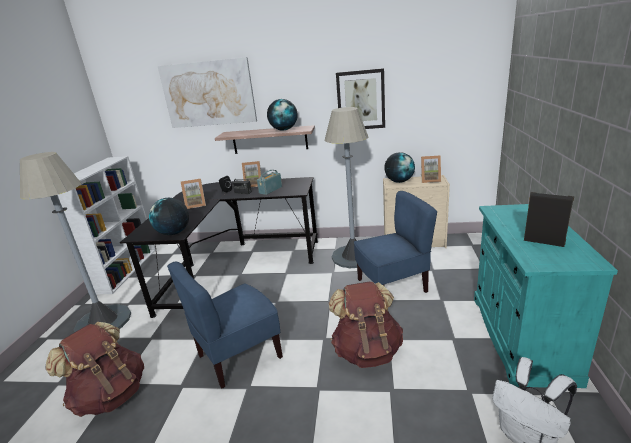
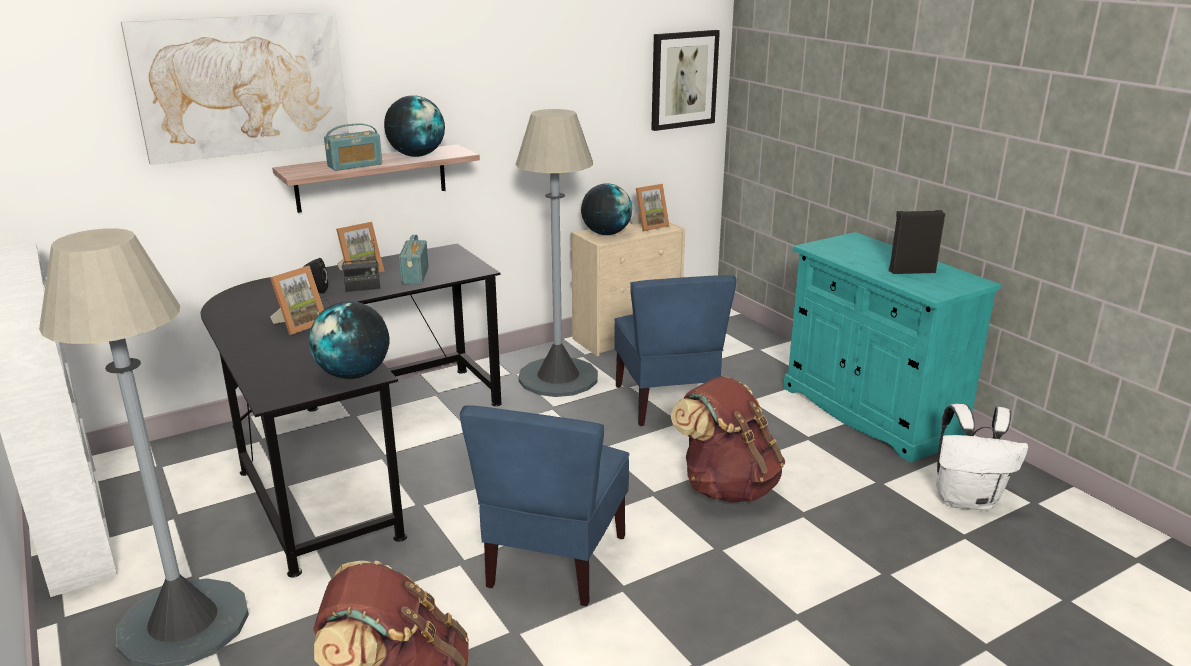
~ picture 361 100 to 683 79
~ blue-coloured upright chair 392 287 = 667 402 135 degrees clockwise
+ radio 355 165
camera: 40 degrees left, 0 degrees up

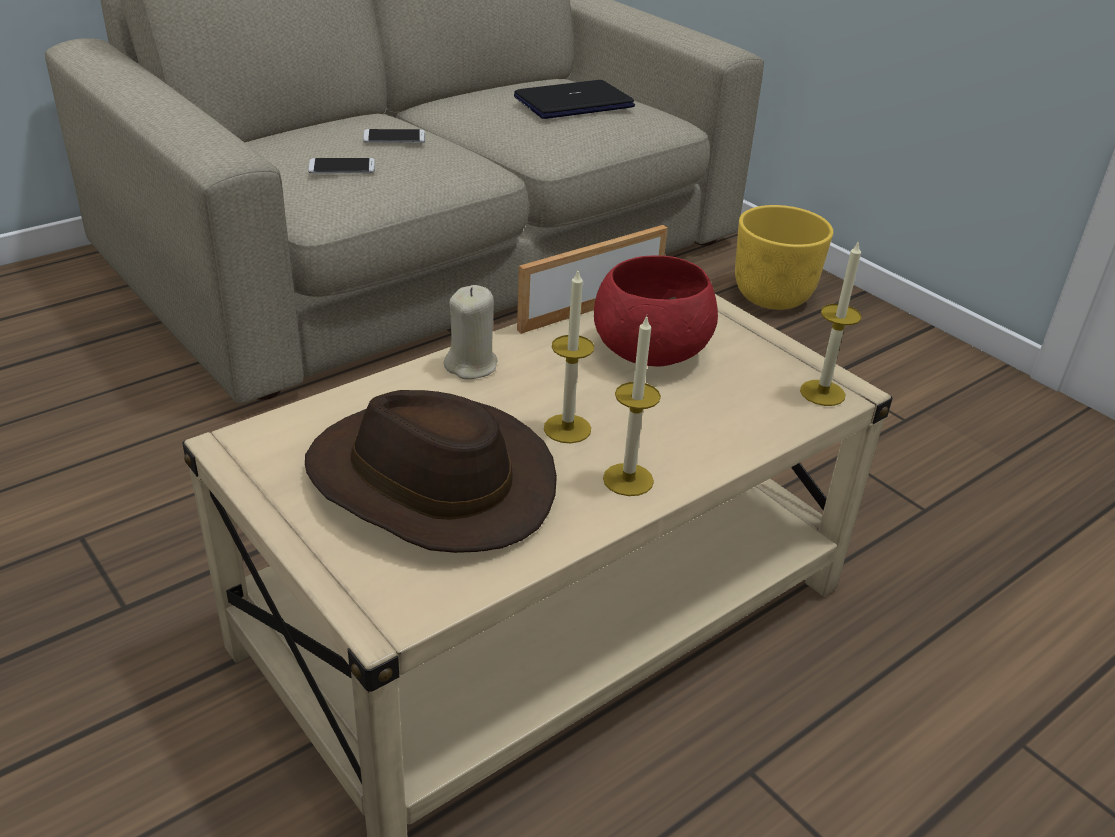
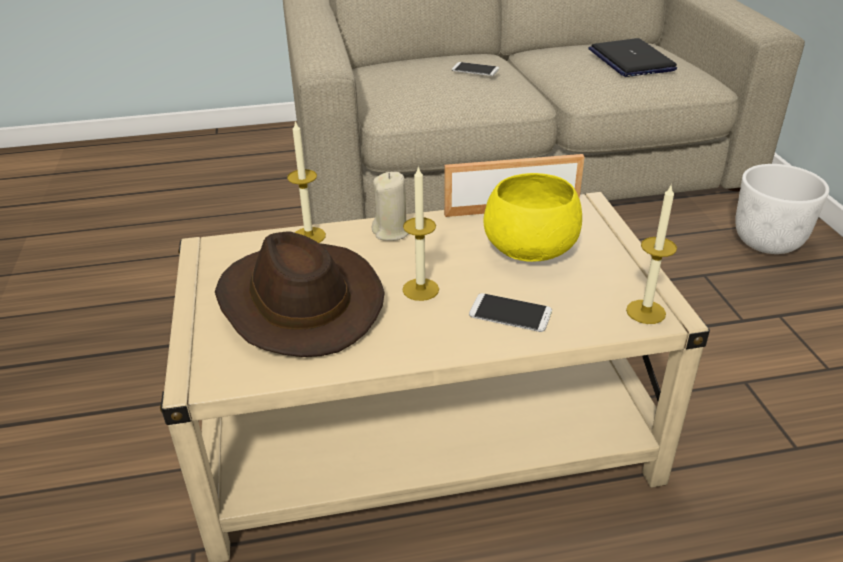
~ telephone 342 167 to 510 313
~ notebook computer 573 102 = 630 60 105 degrees counterclockwise
~ red-coloured bowl 649 351 to yellow bowl 529 249
~ wax candle 628 479 to 309 236
~ yellow flower pot 773 297 to white flower pot 768 242
camera: 30 degrees right, 0 degrees up

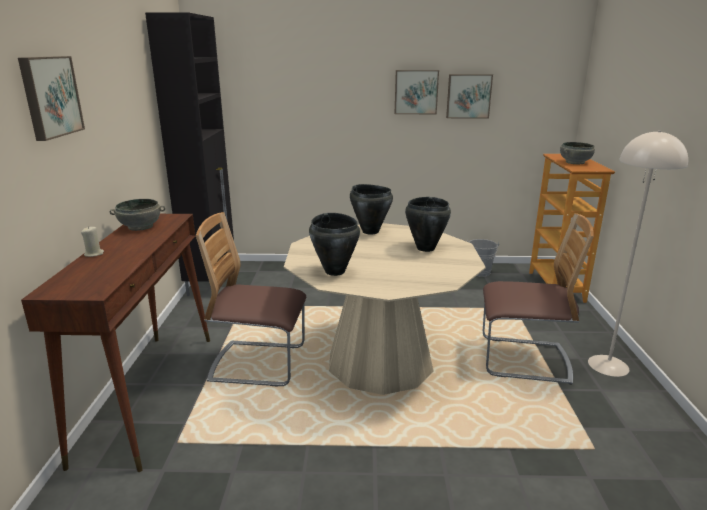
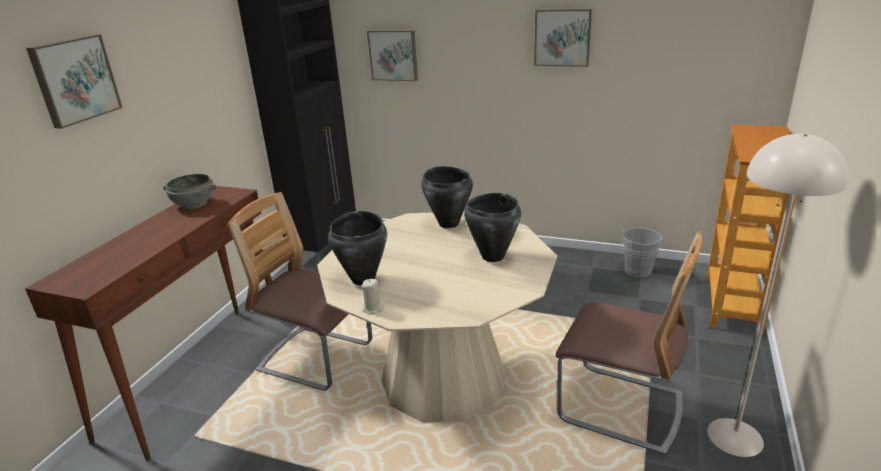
~ beige-coloured wax candle 94 254 to 373 308
~ picture 468 96 to 393 55
- grey bowl 574 162
camera: 20 degrees right, 5 degrees up

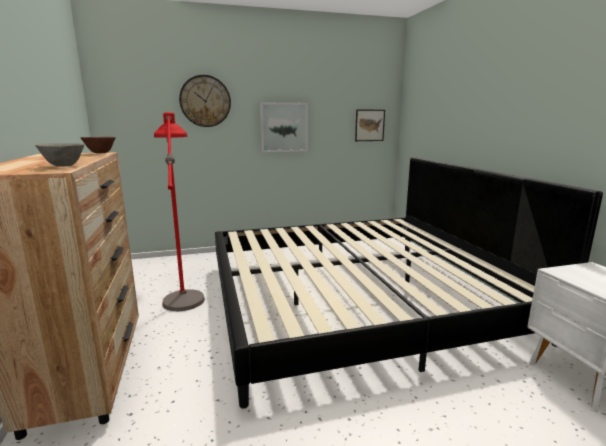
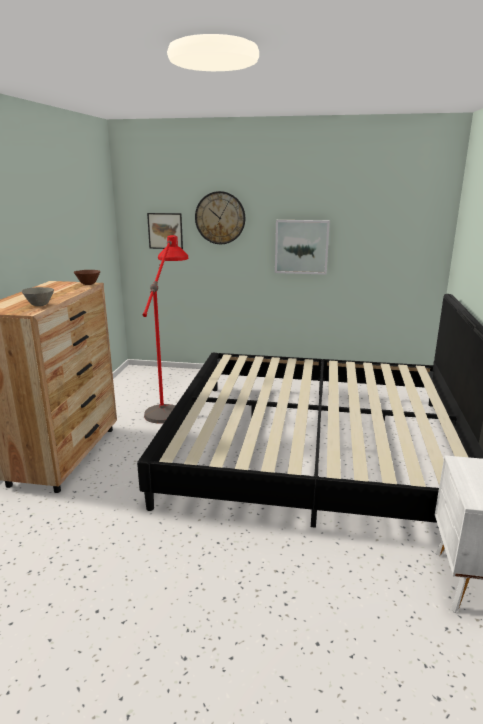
~ picture 369 125 to 165 231
camera: 25 degrees right, 5 degrees up

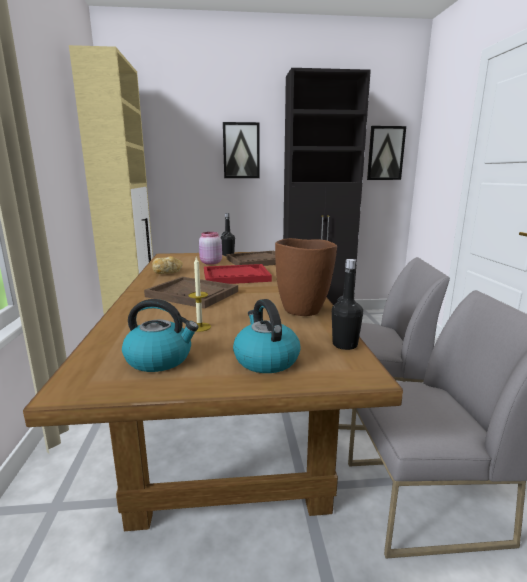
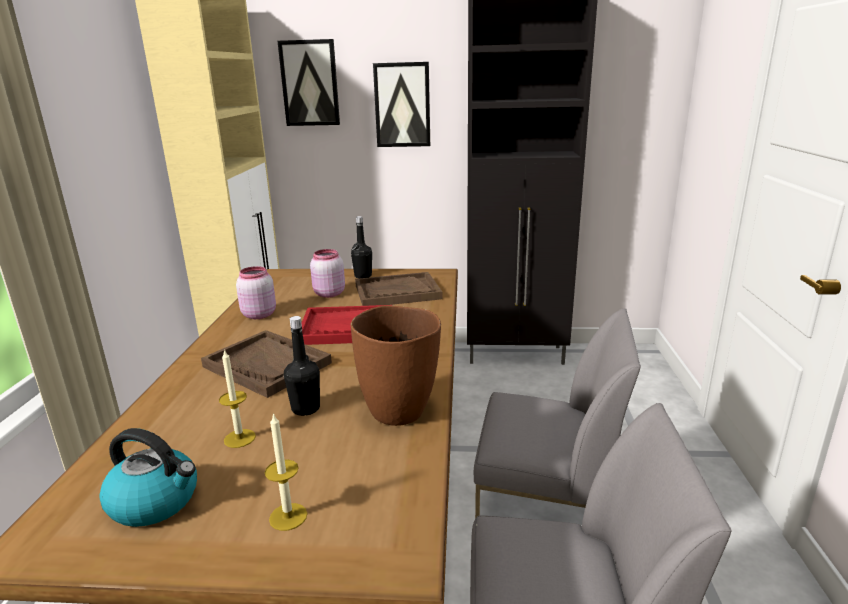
~ baked bread 167 273 to pink-coloured jar 258 314
~ water kettle 265 360 to wax candle 288 516
~ black-coloured beverage bottle 345 345 to 306 408
~ picture 385 153 to 310 83
camera: 10 degrees right, 5 degrees up

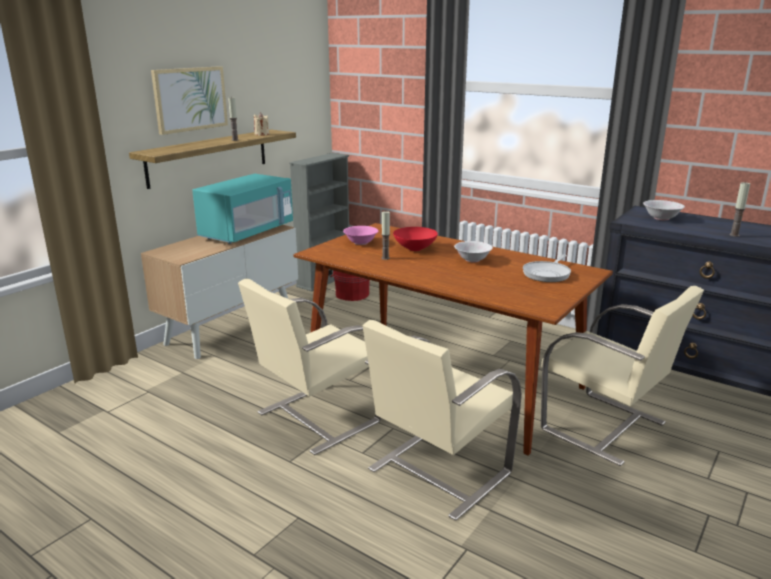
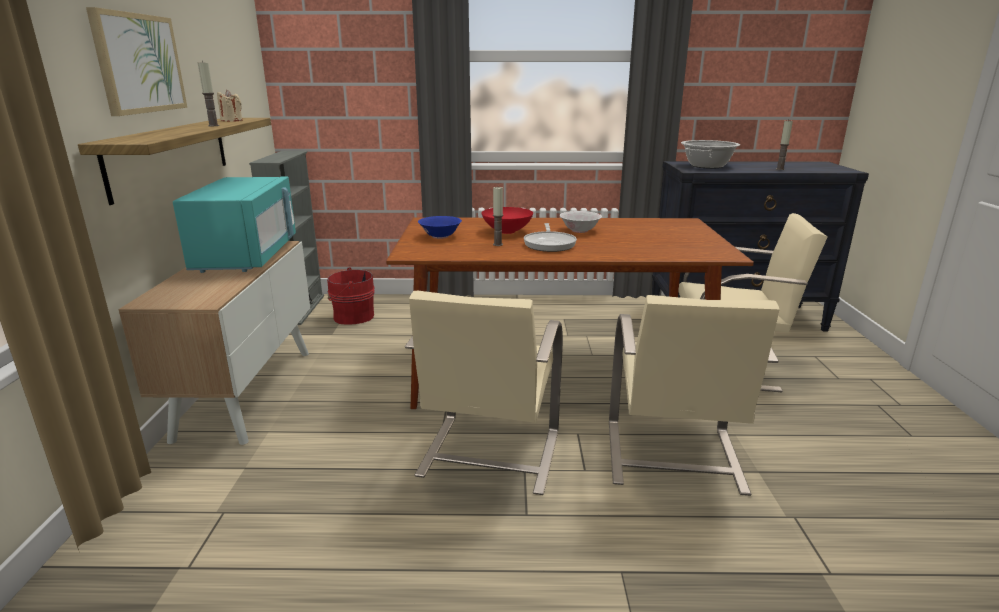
~ pink-coloured bowl 361 243 to blue-coloured bowl 440 236
~ pan 547 274 to 549 244
~ white bowl 661 218 to saucepot 707 166
camera: 35 degrees left, 0 degrees up

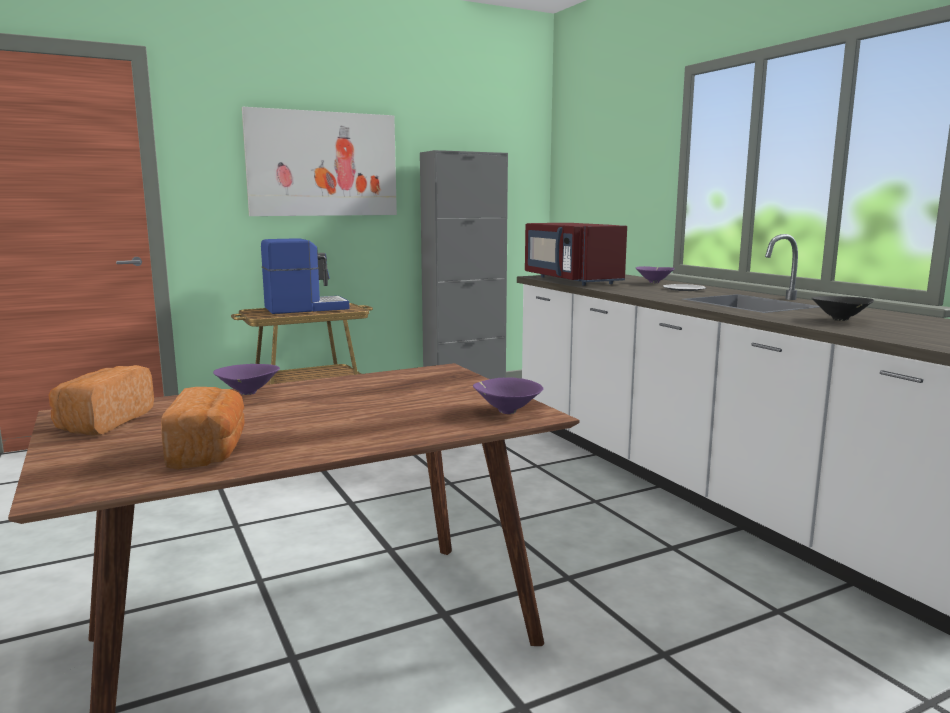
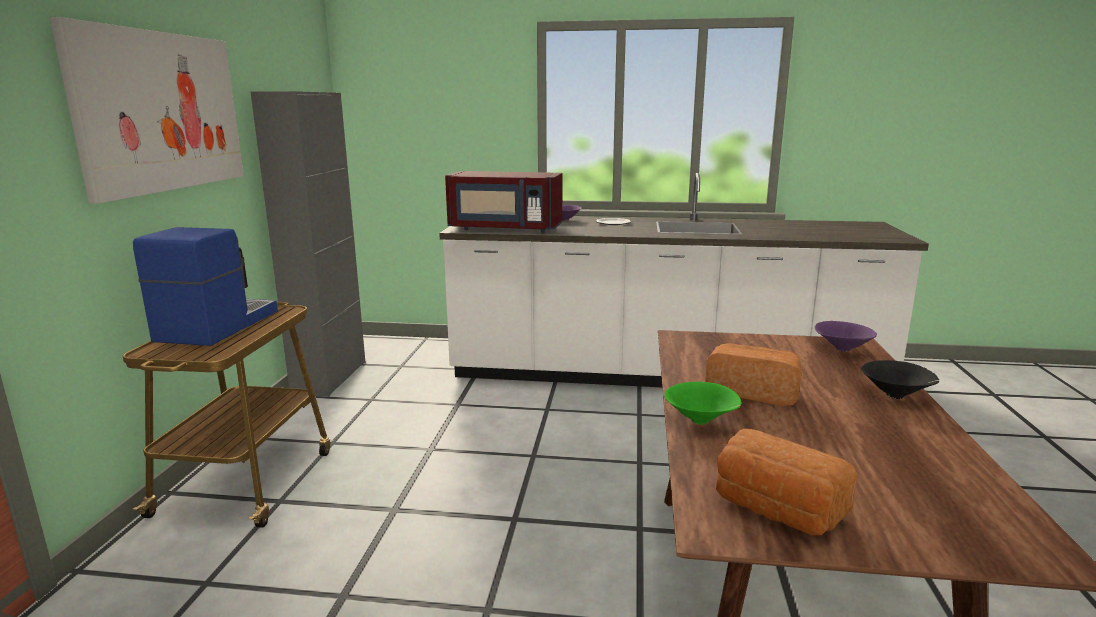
~ baked bread 210 451 to 752 392
~ purple-coloured bowl 247 394 to green bowl 701 421
~ black-coloured bowl 840 320 to 896 396
camera: 55 degrees left, 5 degrees up

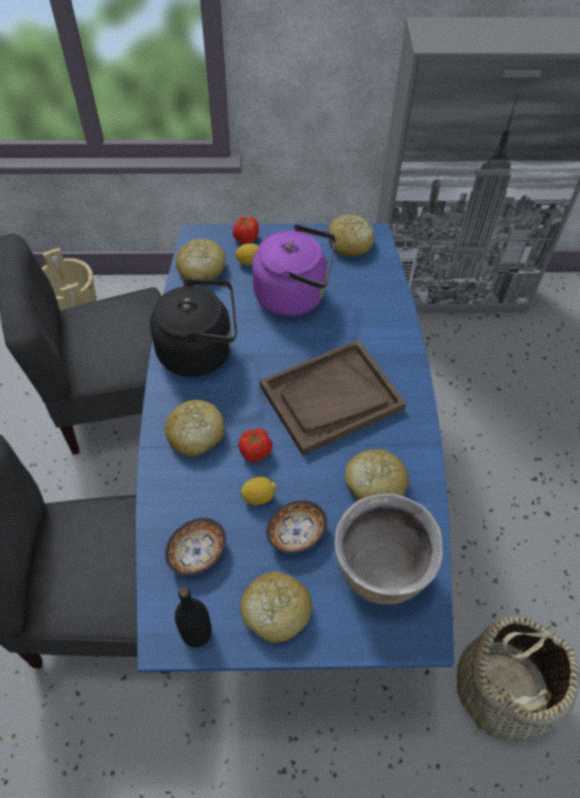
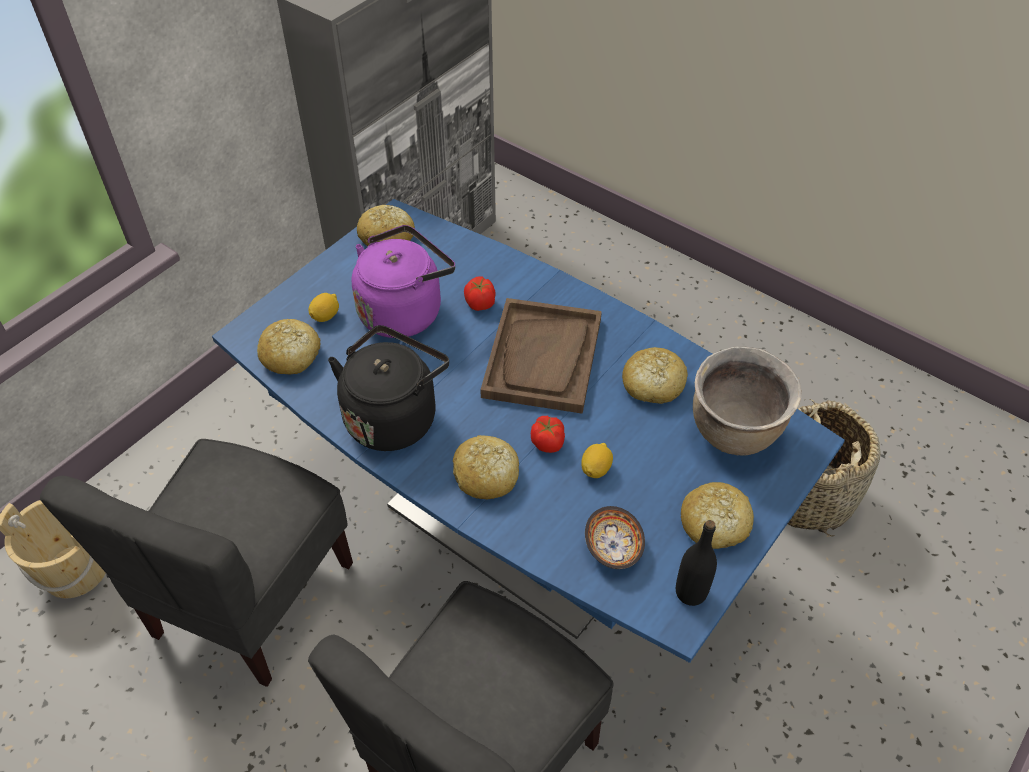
~ whole tomato 246 238 to 479 304
- bowl 298 534
camera: 50 degrees left, 5 degrees down

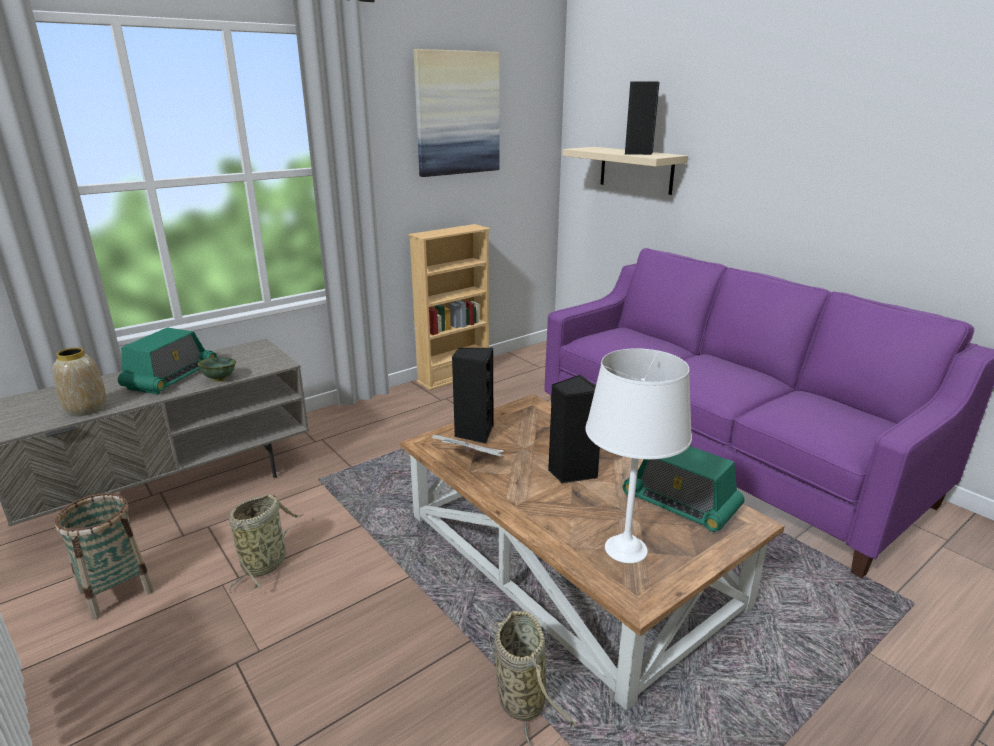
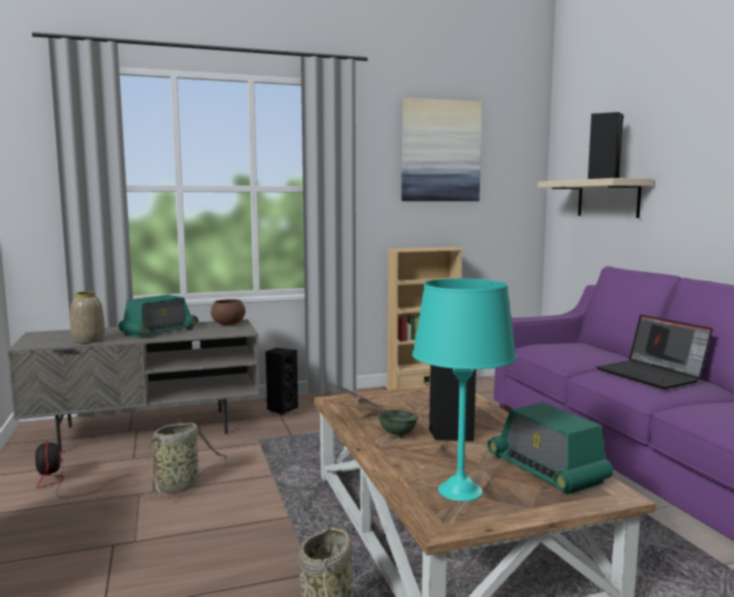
~ storage basket 116 591 to electric fan 64 483
~ green bowl 219 379 to 396 435
~ black-coloured speaker 474 433 to 281 409
~ white tabletop lamp 626 549 to turquoise tabletop lamp 461 491
+ brown bowl 228 324
+ notebook computer 652 375
camera: 20 degrees right, 15 degrees down

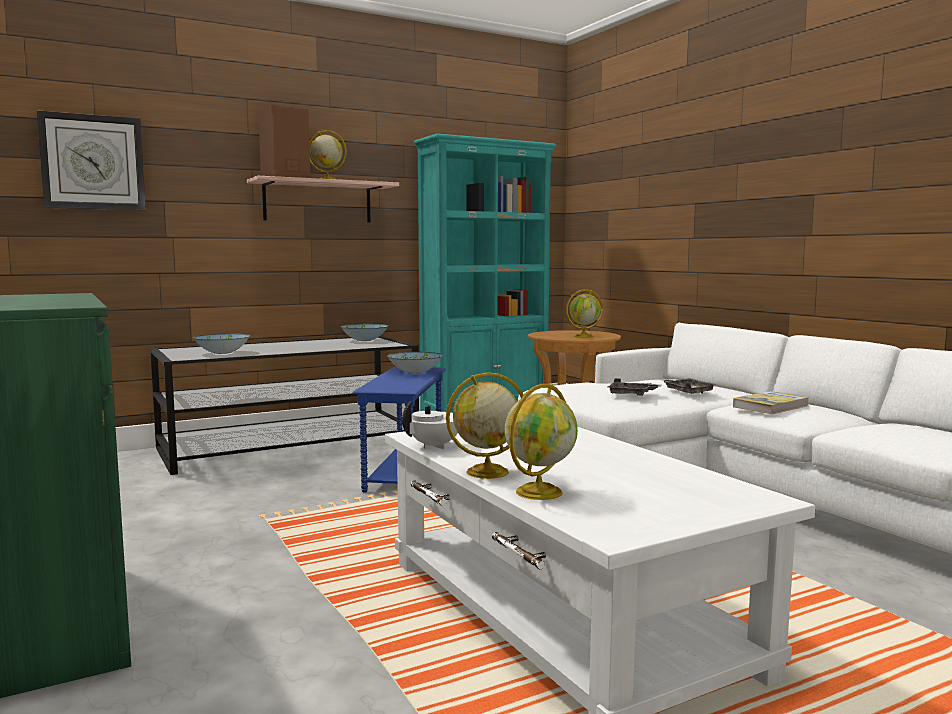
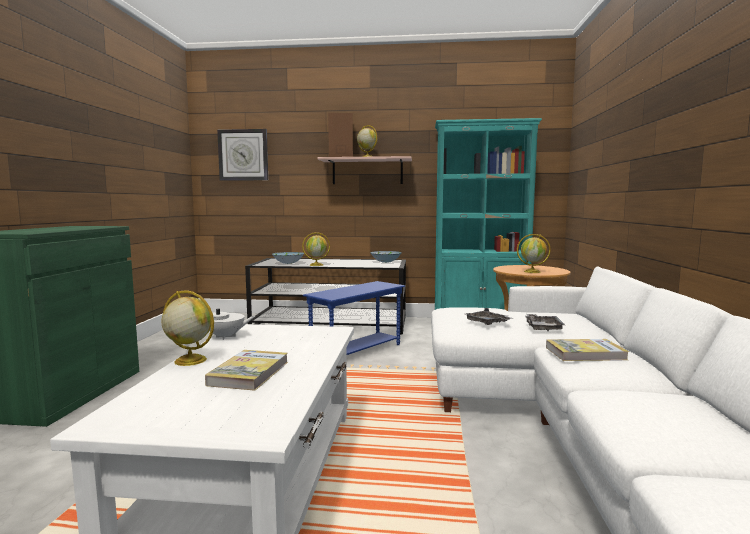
- bowl 415 372
~ globe 539 492 to 317 265
+ book 249 373
camera: 35 degrees right, 0 degrees up

